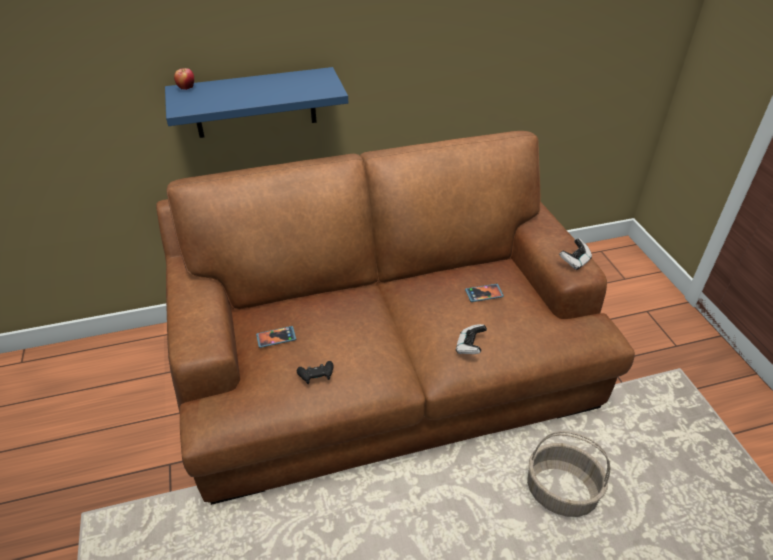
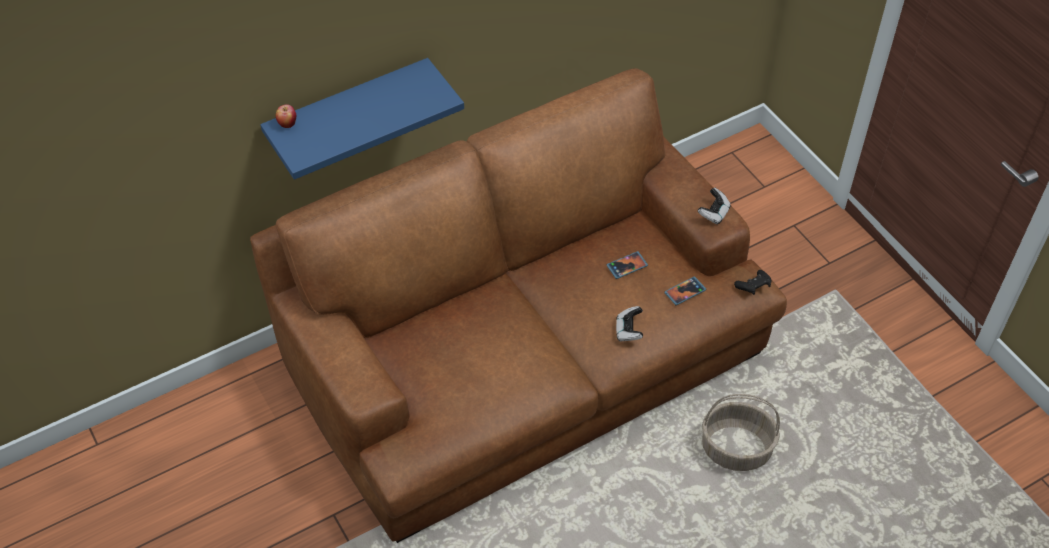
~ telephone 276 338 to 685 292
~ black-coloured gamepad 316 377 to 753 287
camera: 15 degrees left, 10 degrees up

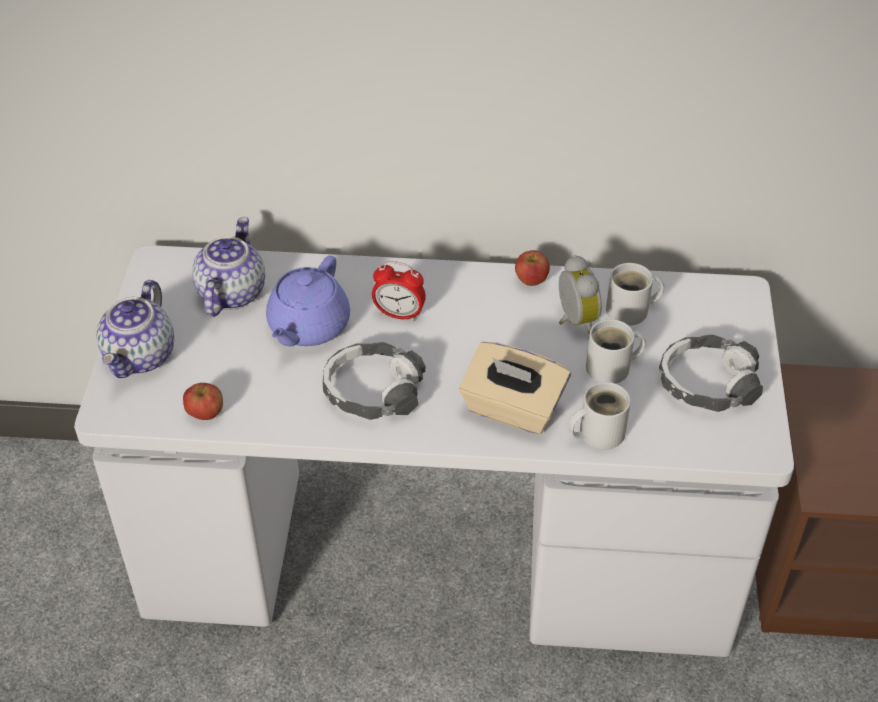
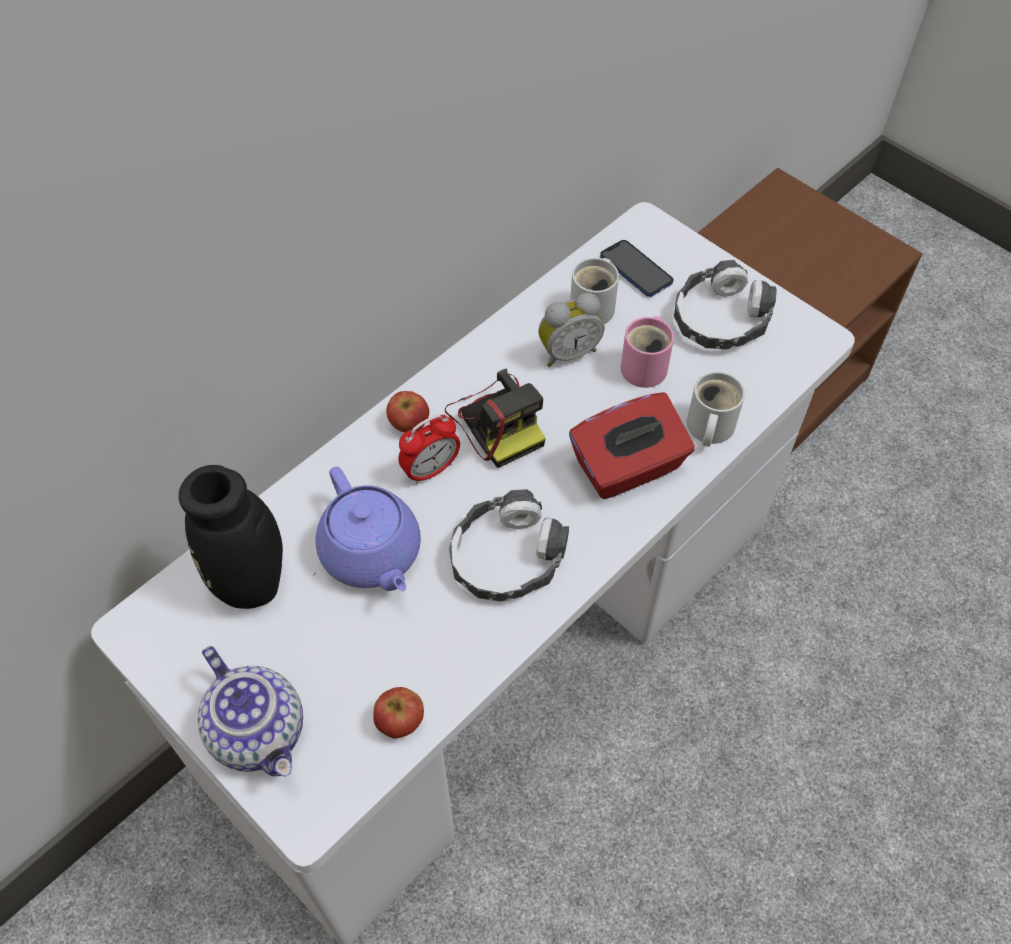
~ pot for tea 231 292 to black-coloured vase 254 588
~ beige-coloured tissue holder 512 409 to red-coloured tissue holder 628 467
~ apple fruit 531 280 to 409 423
~ table clock 573 321 = 567 352 135 degrees clockwise
~ white coffee mug 612 368 to pink-coloured coffee mug 647 366
+ still camera 497 421
+ telephone 636 270
camera: 50 degrees left, 10 degrees up

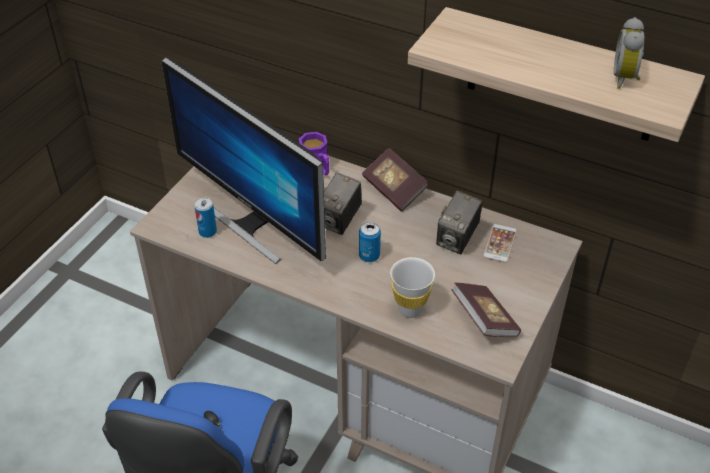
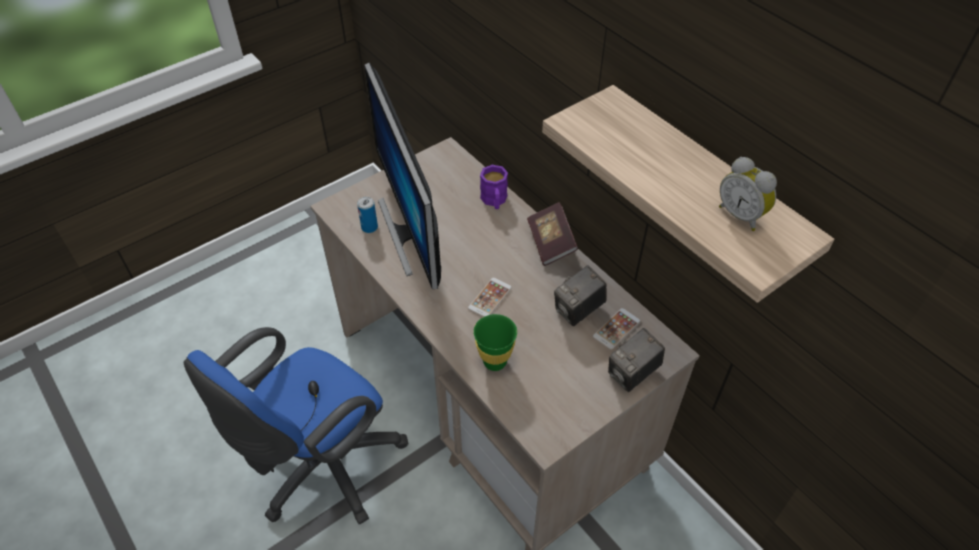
~ still camera 339 221 to 632 374
~ can 369 256 to telephone 490 298
~ white drinking cup 410 309 to green drinking cup 495 361
- book 484 320
~ table clock 625 78 = 741 215 75 degrees counterclockwise
camera: 25 degrees right, 5 degrees up

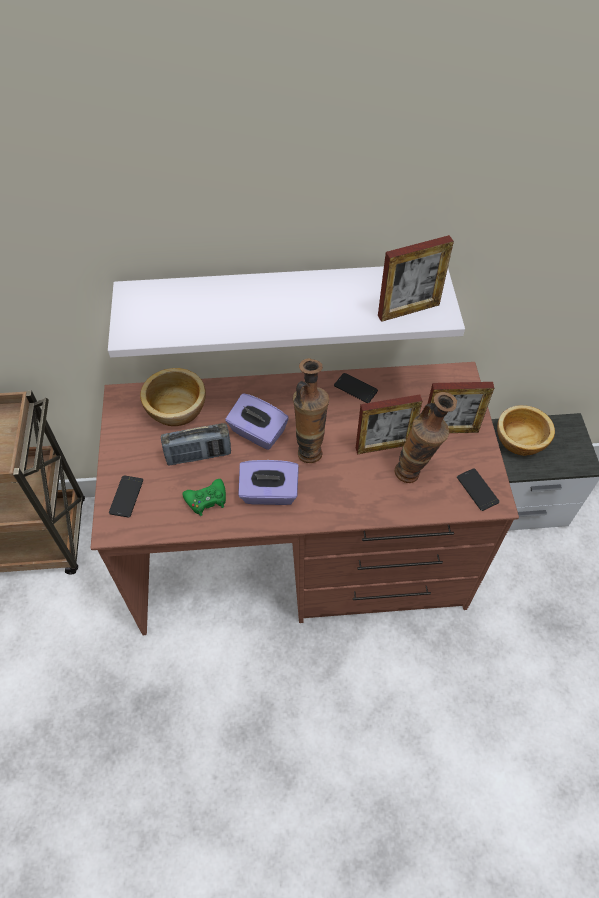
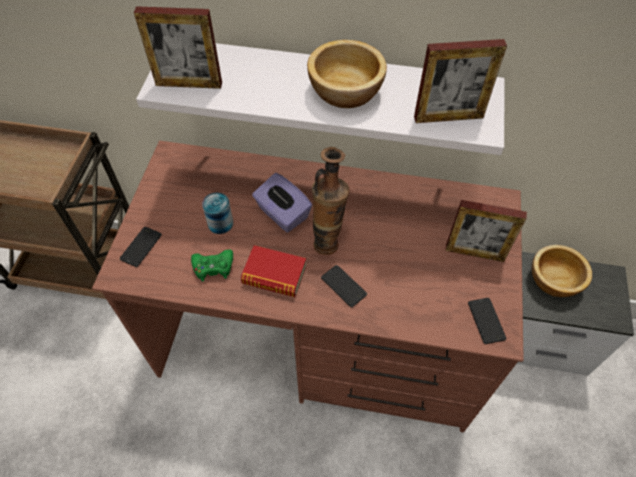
~ bowl 178 408 to 347 90
~ radio 198 455 to can 220 223
~ purple-coloured tissue holder 269 493 to book 274 275
~ telephone 355 388 to 343 286
~ picture frame 384 446 to 189 84
- vase 415 473
camera: 15 degrees right, 0 degrees up

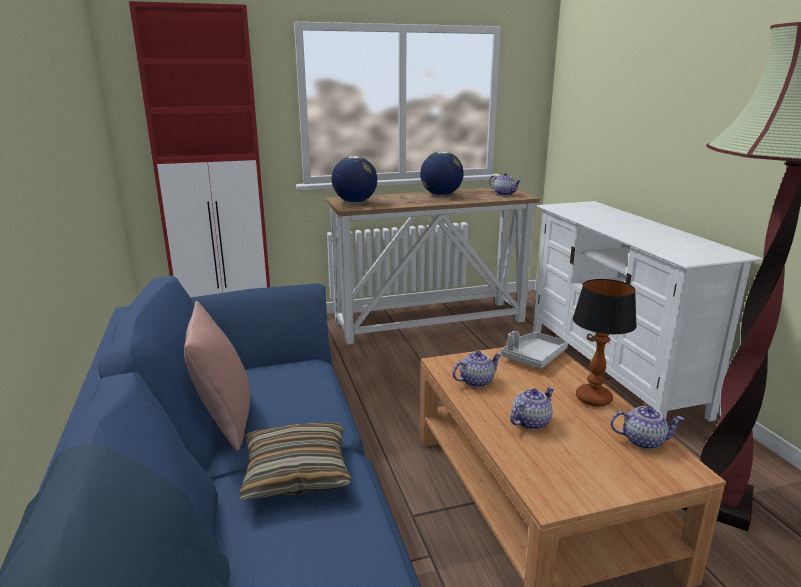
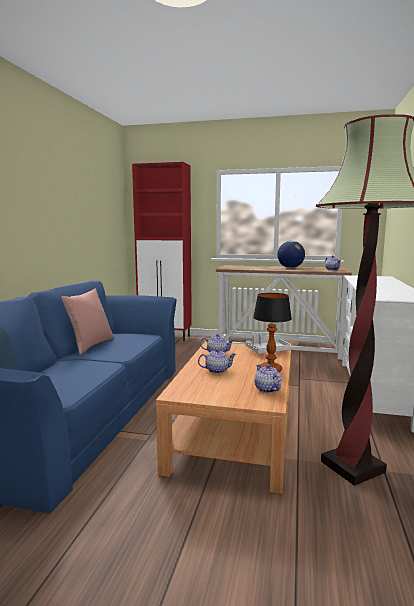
- throw pillow 296 472
- globe 354 202
~ pot for tea 643 441 = 267 389 150 degrees counterclockwise
camera: 30 degrees right, 10 degrees down

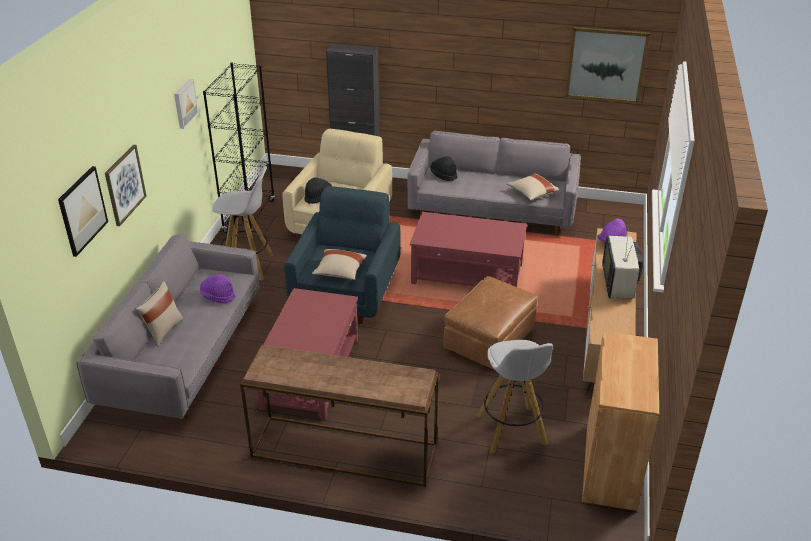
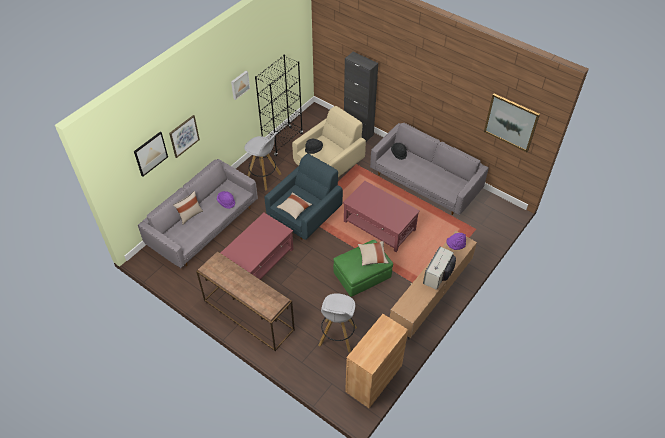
~ brown pouffe 489 341 to green pouffe 362 276
~ beige-coloured throw pillow 532 194 to 372 257
camera: 25 degrees right, 15 degrees up

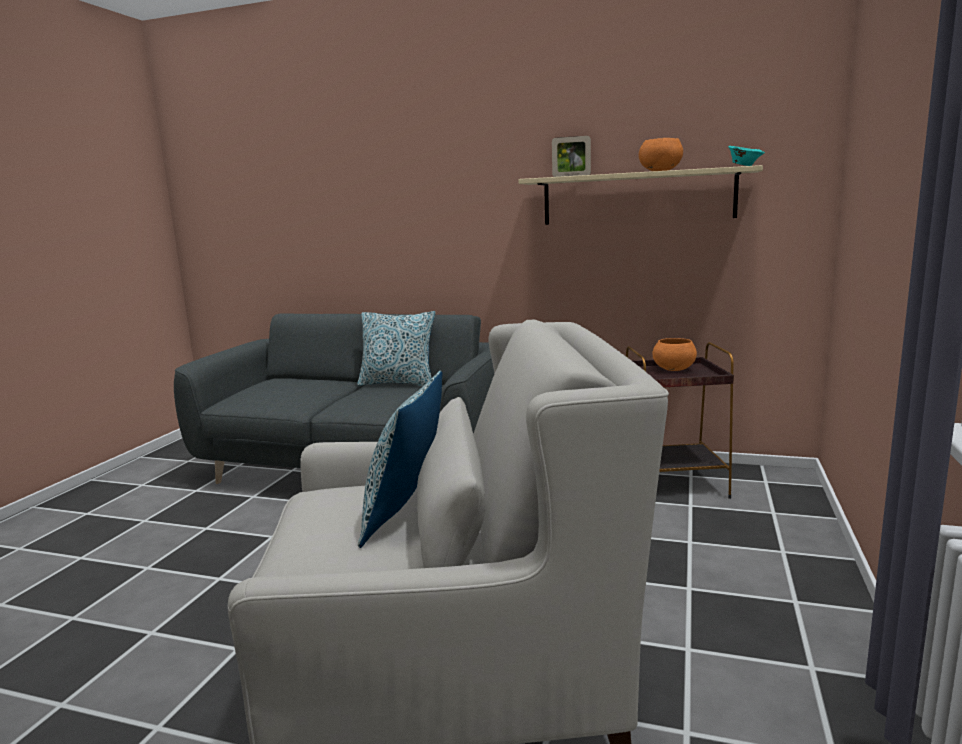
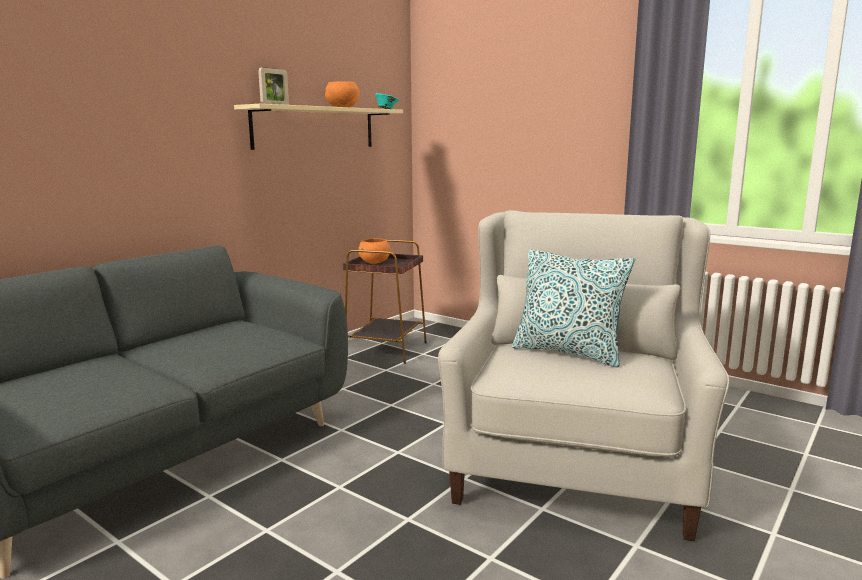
- throw pillow 398 383
camera: 70 degrees left, 0 degrees up

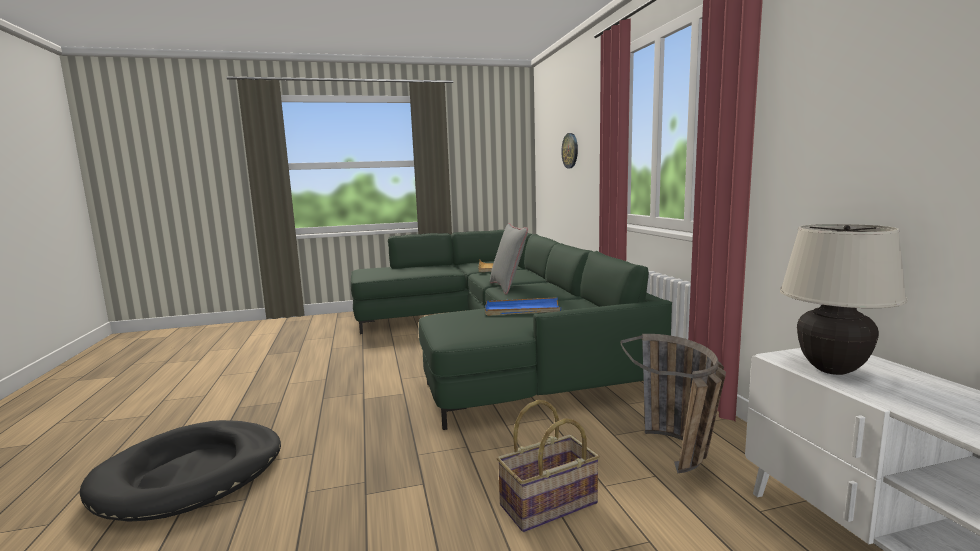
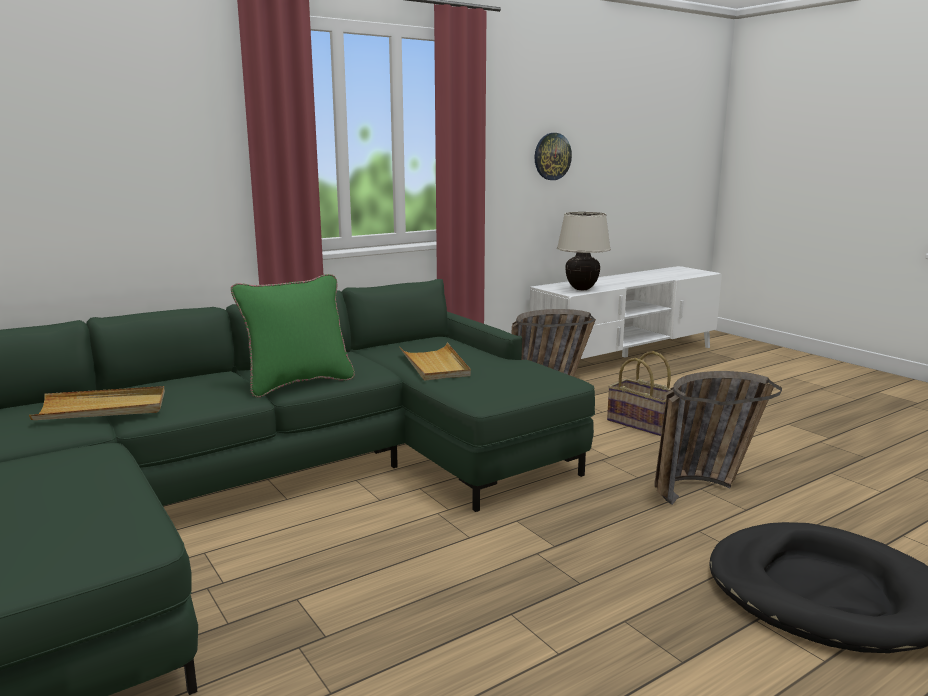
~ blue-coloured serving tray 522 310 to beige-coloured serving tray 435 365
~ grey throw pillow 508 287 to green throw pillow 298 383
~ clock on the wall 570 150 to 552 156
+ storage basket 705 487
camera: 110 degrees left, 5 degrees up

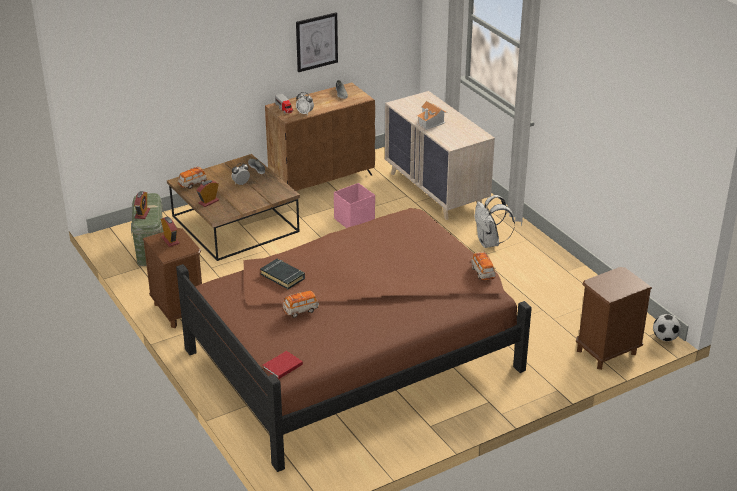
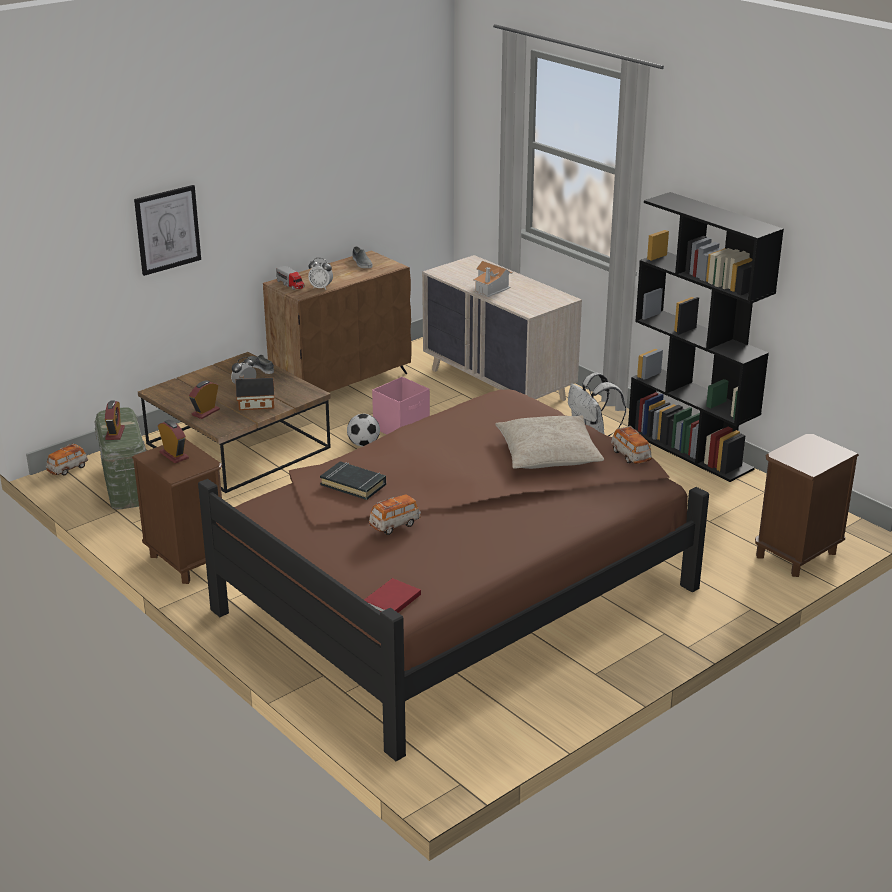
~ miniature car 192 184 to 67 469
~ picture 316 42 to 167 229
~ football 665 338 to 364 444
+ model house 254 404
+ beige-coloured throw pillow 548 454
+ black-coloured bookshelf 690 450
camera: 10 degrees left, 5 degrees down

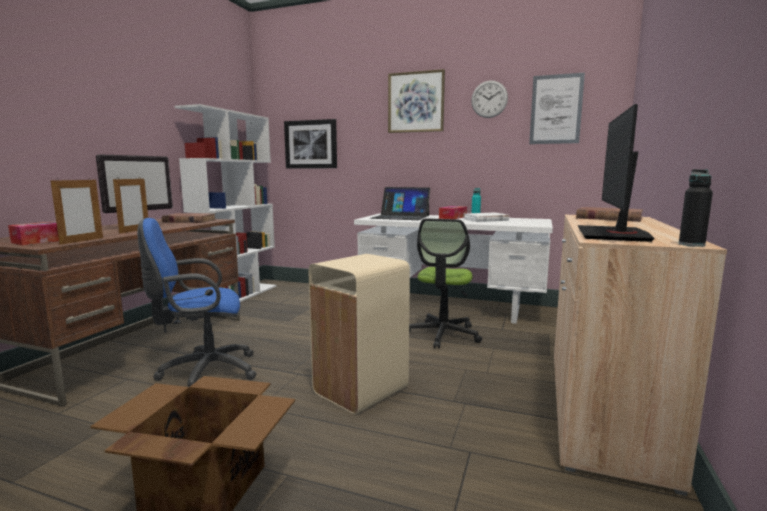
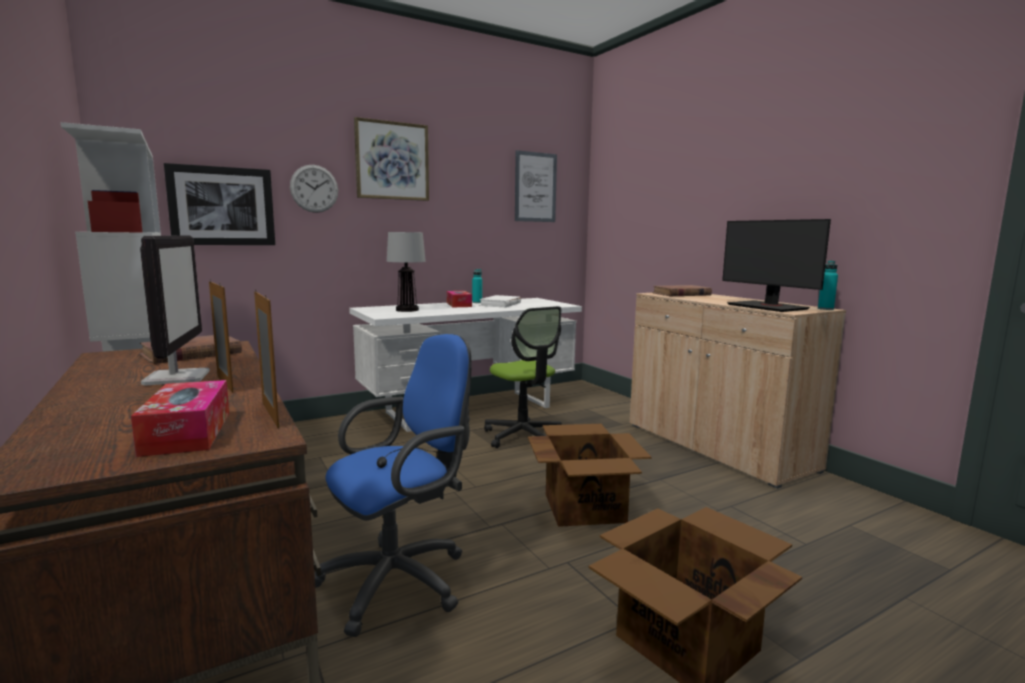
~ blue-coloured office chair 203 373 = 401 580 150 degrees counterclockwise
~ beige-coloured rubbish bin 361 390 to carton 584 507
~ notebook computer 400 217 to tabletop lamp 407 310
~ clock on the wall 489 99 to 314 188
~ black-coloured beverage bottle 691 244 to turquoise beverage bottle 825 309
camera: 50 degrees left, 0 degrees up

